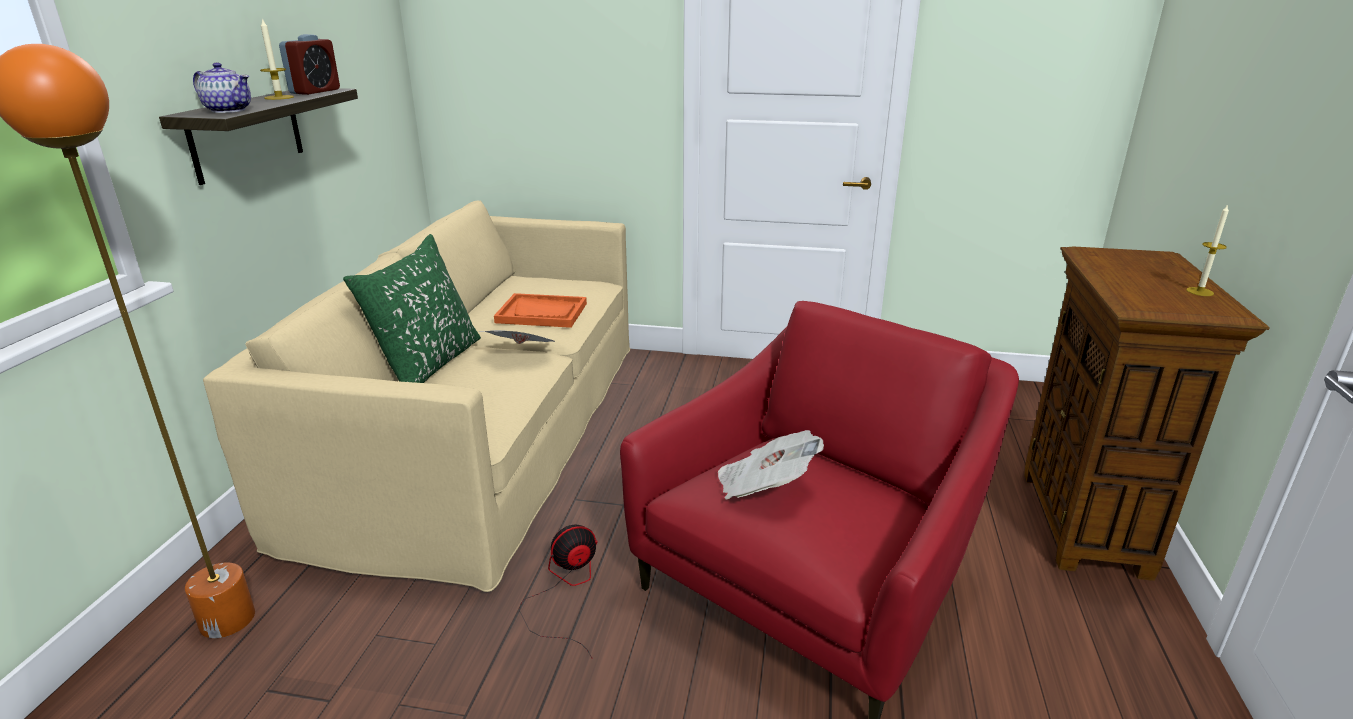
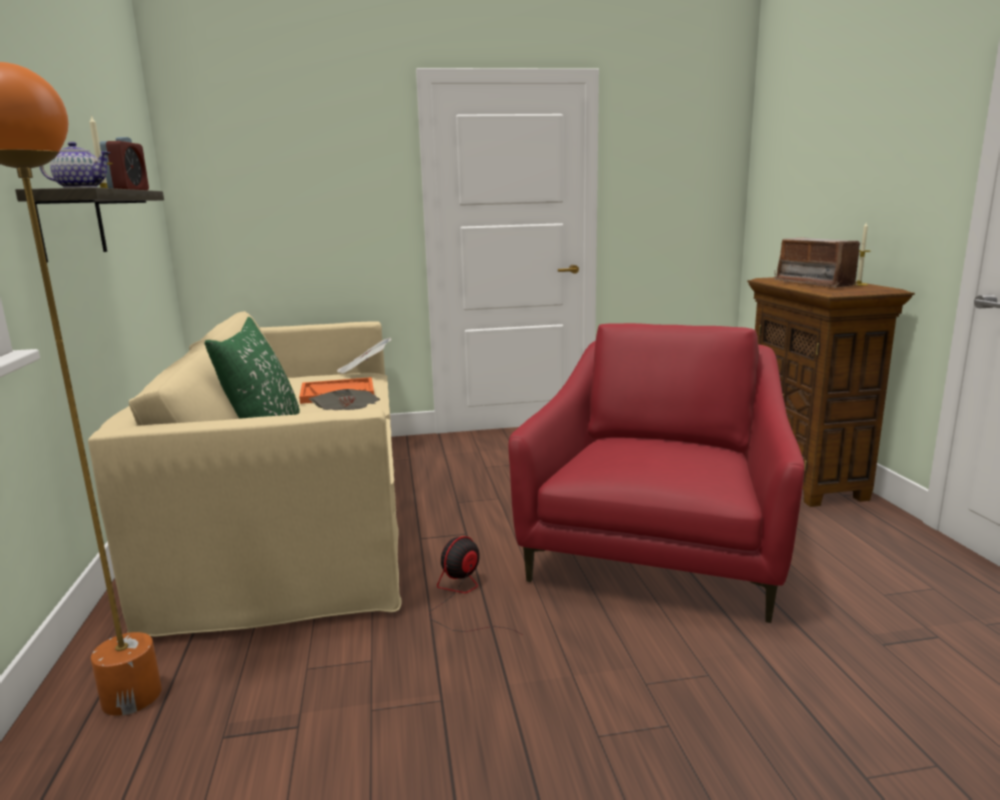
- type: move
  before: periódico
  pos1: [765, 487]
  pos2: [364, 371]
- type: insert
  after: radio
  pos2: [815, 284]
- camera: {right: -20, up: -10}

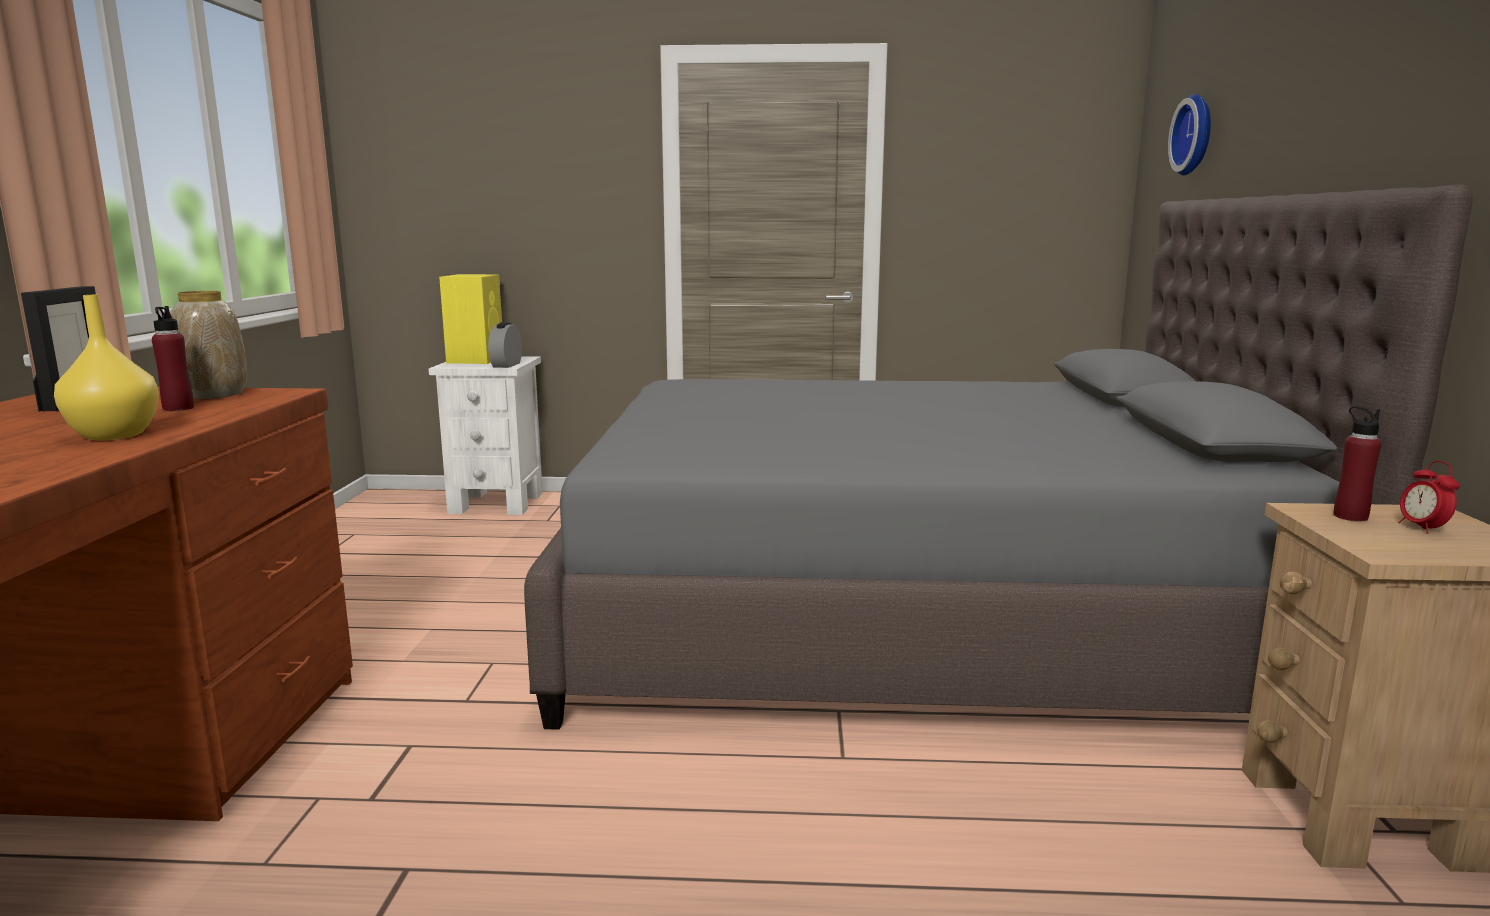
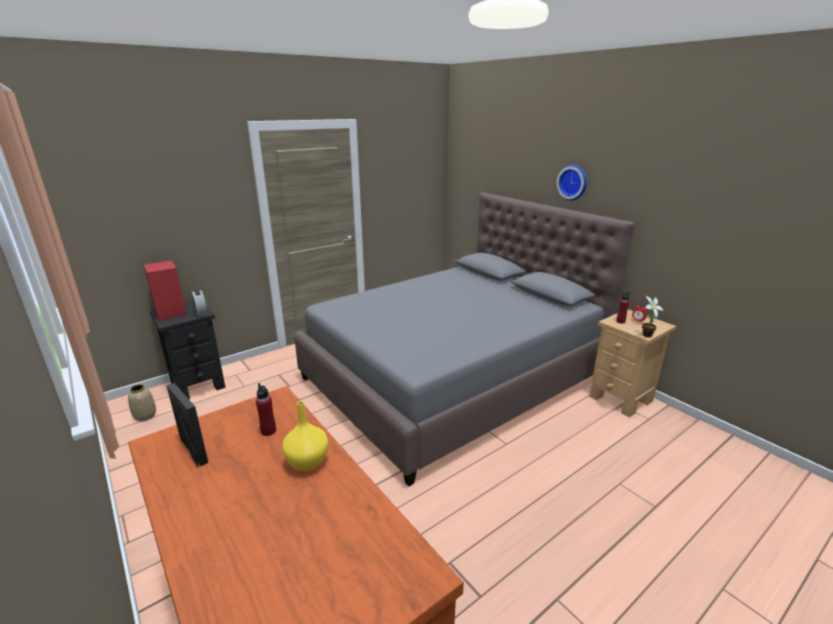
- type: move
  before: florero
  pos1: [215, 394]
  pos2: [145, 416]
- type: recolor
  before: mesita de noche [blanco]
  after: mesita de noche [negro]
  pos1: [497, 503]
  pos2: [199, 385]
- type: recolor
  before: altavoz [amarillo]
  after: altavoz [rojo]
  pos1: [476, 360]
  pos2: [170, 312]
- type: move
  before: reloj de pared
  pos1: [1196, 135]
  pos2: [573, 182]
- type: insert
  after: planta en maceta
  pos2: [645, 335]
- camera: {right: -40, up: 10}

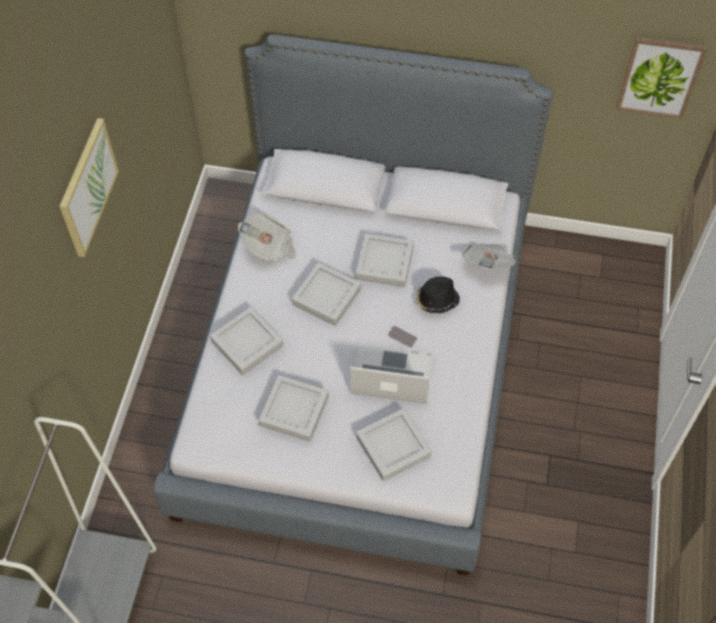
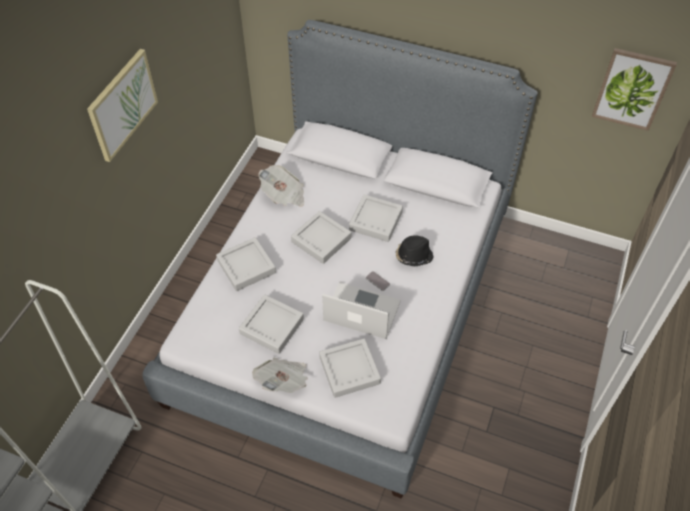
- type: move
  before: periódico
  pos1: [488, 263]
  pos2: [283, 381]
- camera: {right: 10, up: -5}

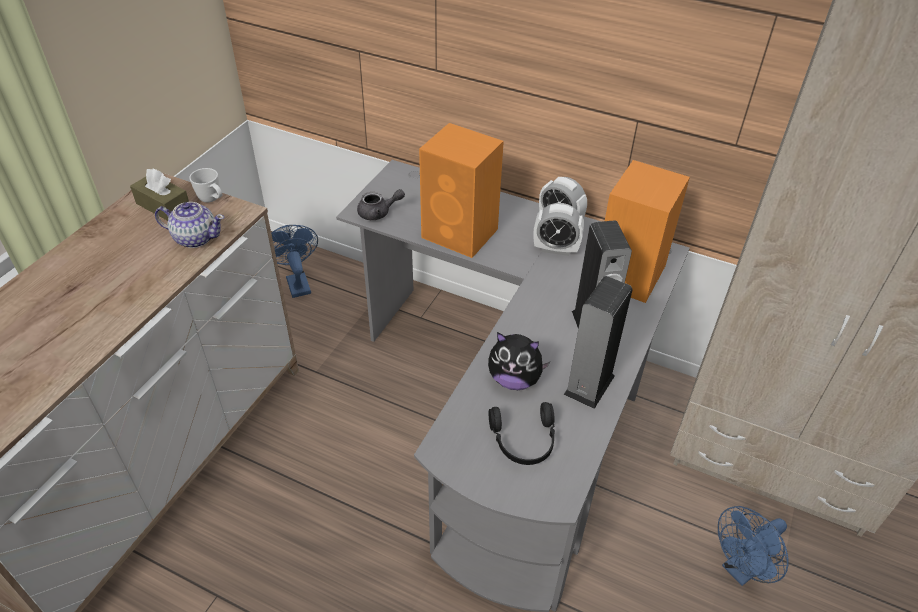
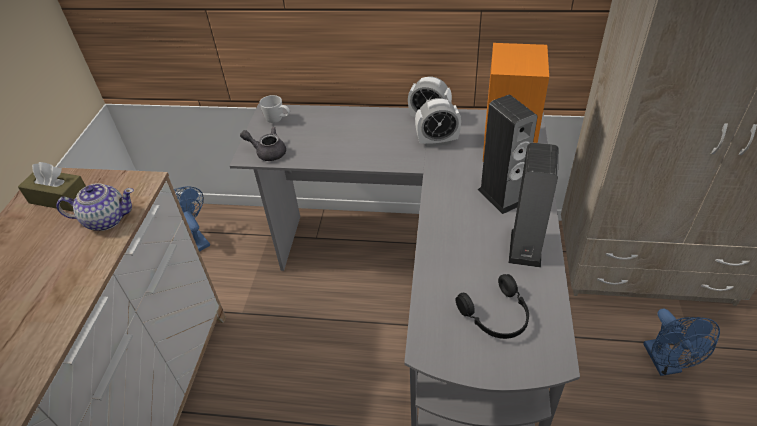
- type: move
  before: taza grande [blanco]
  pos1: [212, 200]
  pos2: [278, 120]
- type: rotate
  before: tetera [gris]
  pos1: [378, 213]
  pos2: [267, 152]
  turn: -135
- type: delete
  before: altavoz [naranja]
  pos1: [461, 234]
- type: delete
  before: peluche
  pos1: [514, 379]
- type: rotate
  before: ventilador [azul]
  pos1: [741, 569]
  pos2: [665, 364]
  turn: -45
- camera: {right: -15, up: 0}

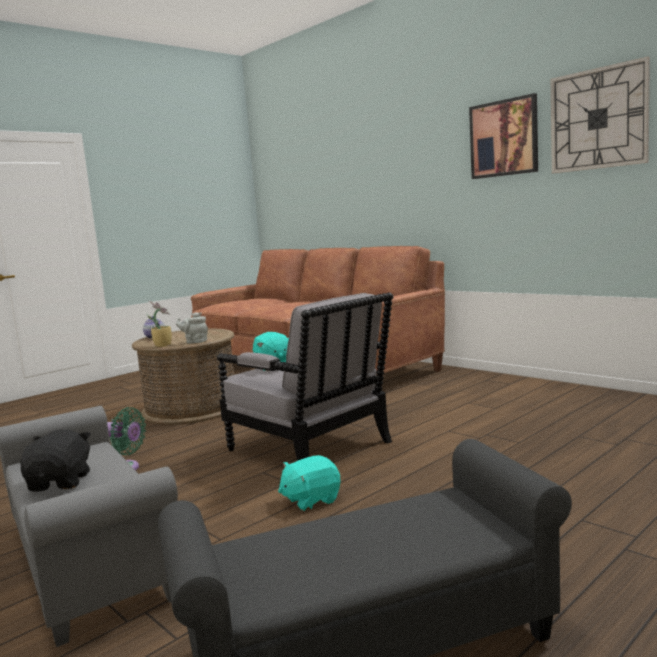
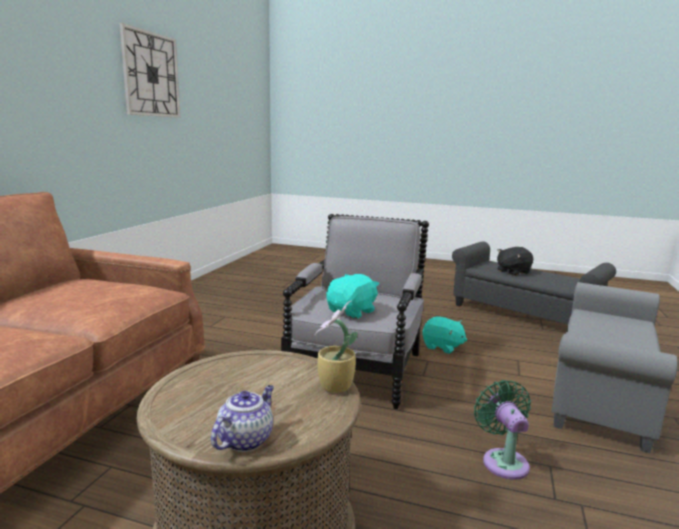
- type: move
  before: peluche [negro]
  pos1: [61, 482]
  pos2: [512, 272]
- type: delete
  before: tetera [gris]
  pos1: [195, 342]
- type: delete
  before: cuadro
  pos1: [504, 138]
- camera: {right: -120, up: 5}

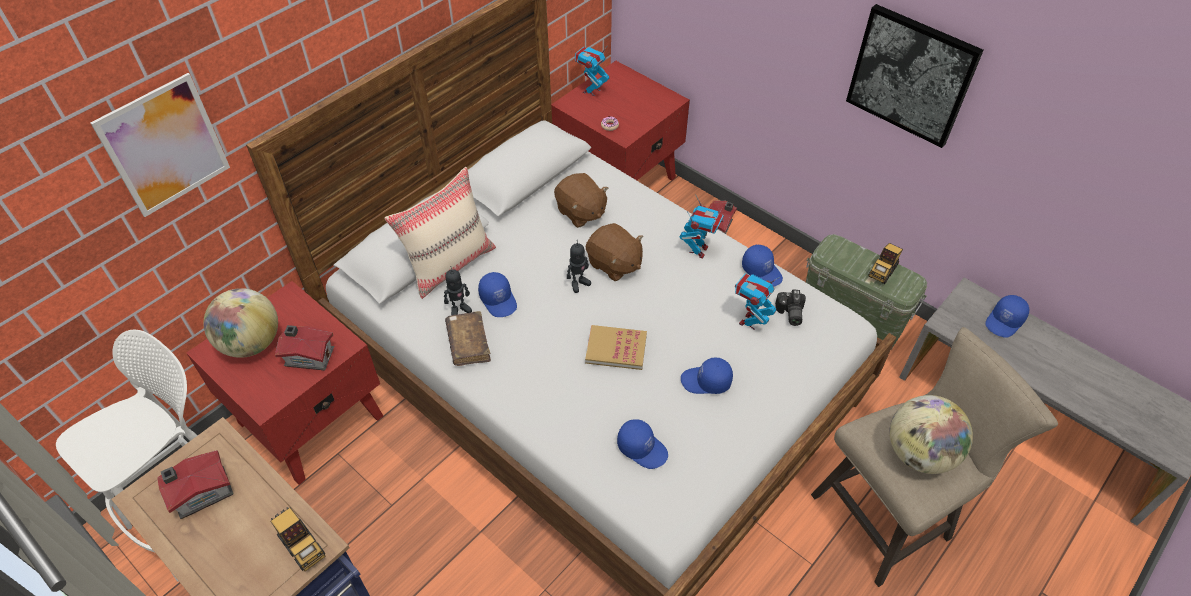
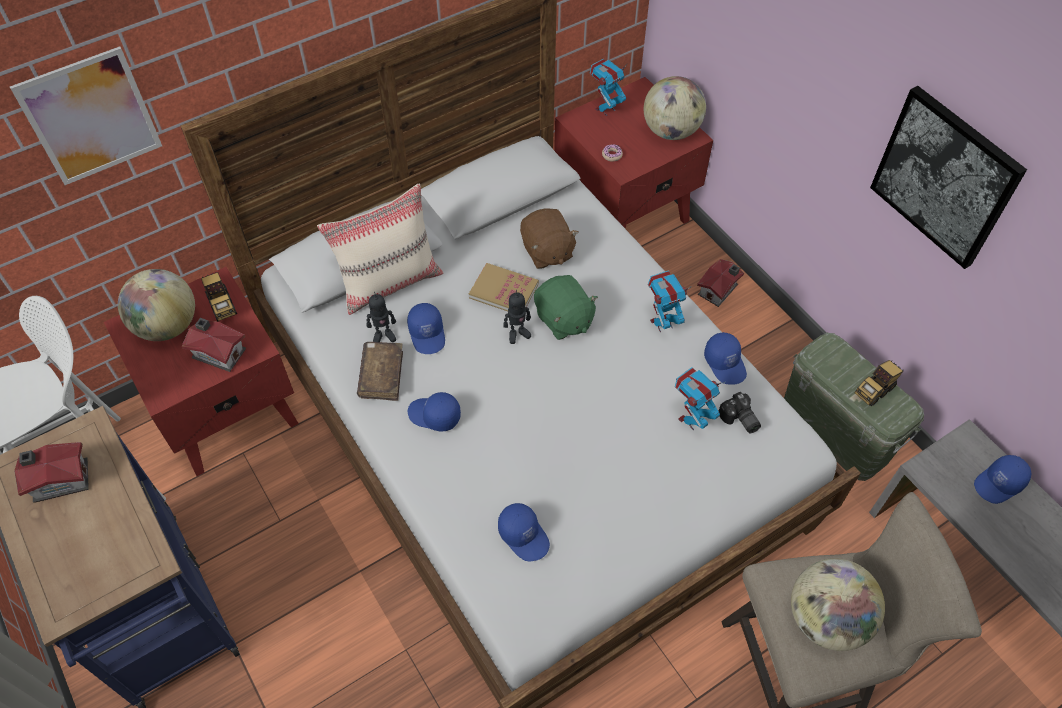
- type: move
  before: camión de juguete
  pos1: [302, 546]
  pos2: [222, 305]
- type: move
  before: libro
  pos1: [616, 349]
  pos2: [504, 291]
- type: recolor
  before: peluche [marrón]
  after: peluche [verde]
  pos1: [614, 264]
  pos2: [563, 319]
- type: rotate
  before: robot de juguete
  pos1: [698, 250]
  pos2: [662, 323]
  turn: -150
- type: move
  before: gorra [azul]
  pos1: [706, 382]
  pos2: [434, 416]
- type: rotate
  before: cámara
  pos1: [789, 313]
  pos2: [739, 420]
  turn: -45
- type: insert
  after: globo terráqueo
  pos2: [671, 131]
- camera: {right: 15, up: 5}

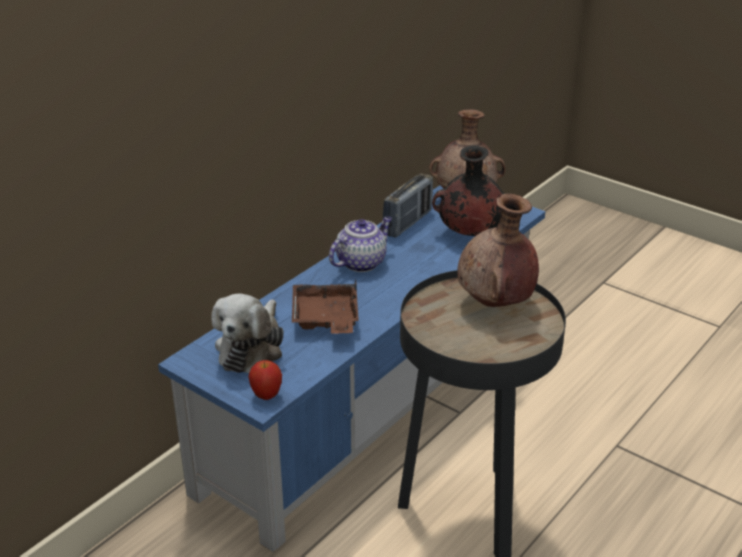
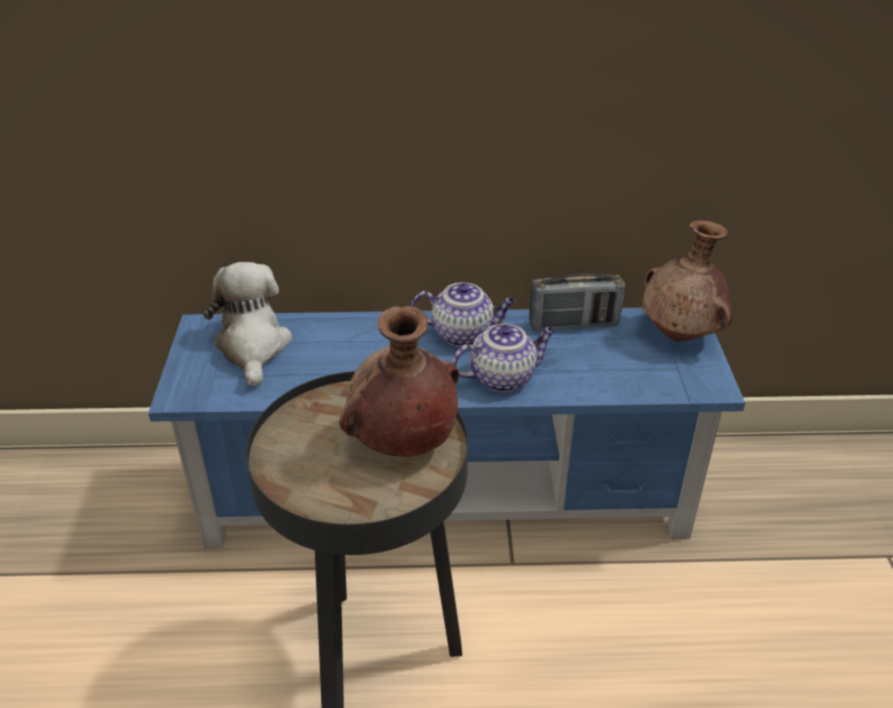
- type: rotate
  before: peluche
  pos1: [251, 348]
  pos2: [253, 347]
  turn: 105
- type: delete
  before: manzana
  pos1: [266, 395]
- type: delete
  before: bandeja [marrón]
  pos1: [326, 319]
- type: delete
  before: florero [negro]
  pos1: [469, 234]
- type: insert
  after: tetera
  pos2: [503, 377]
- camera: {right: 50, up: 5}

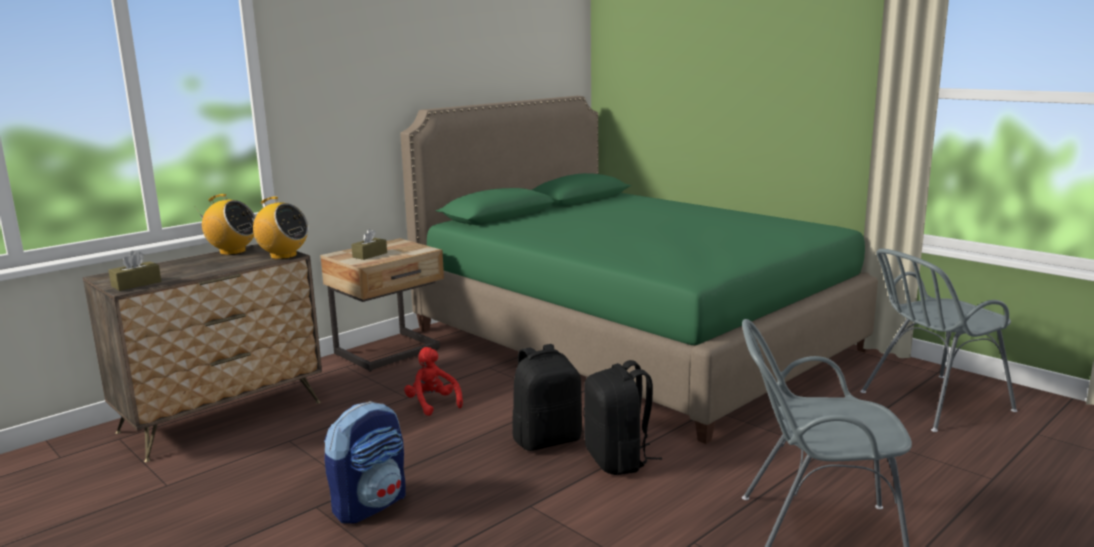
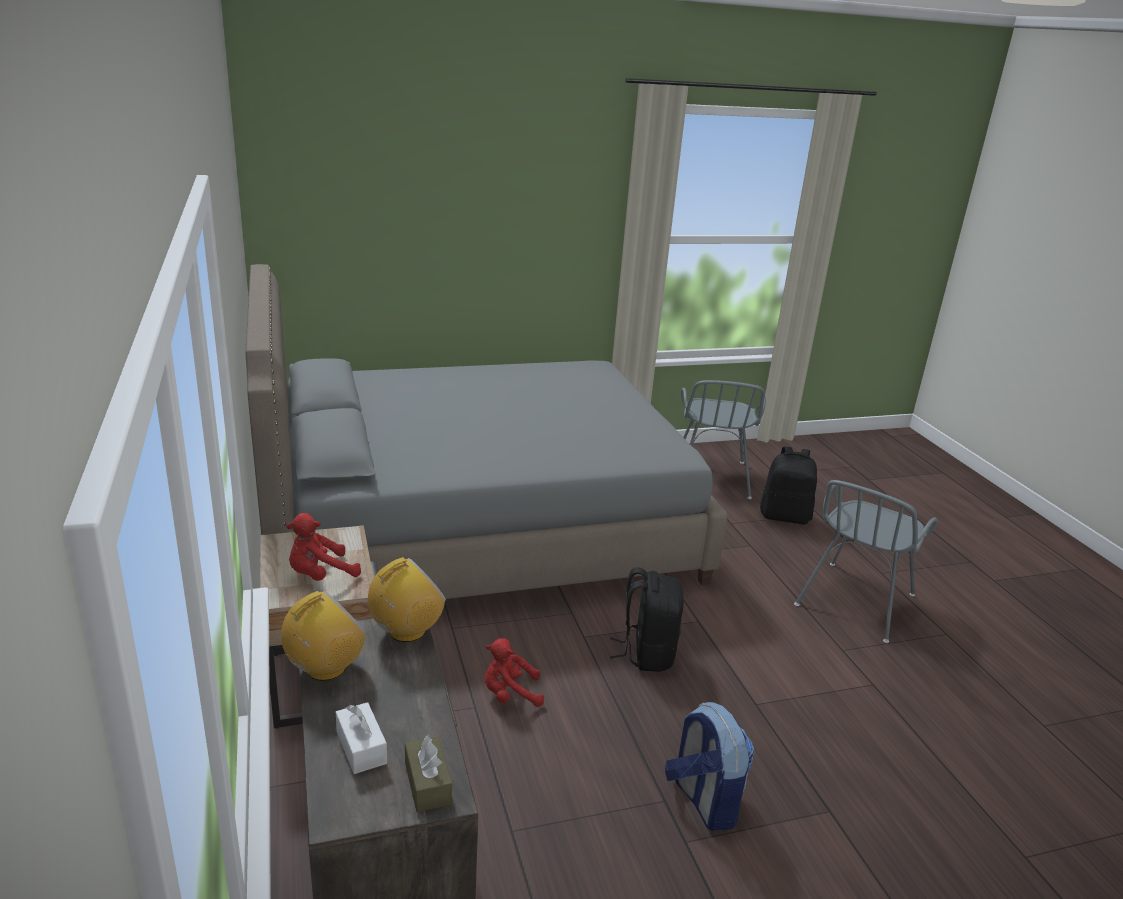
- type: replace
  before: caja de pañuelos [marrón]
  after: peluche [rojo]
  pos1: [370, 255]
  pos2: [320, 575]
- type: recolor
  before: cama [verde]
  after: cama [gris]
  pos1: [632, 340]
  pos2: [476, 528]
- type: move
  before: mochila [negro]
  pos1: [618, 460]
  pos2: [785, 516]
- type: insert
  after: caja de pañuelos [blanco]
  pos2: [361, 747]
- camera: {right: -65, up: 10}

